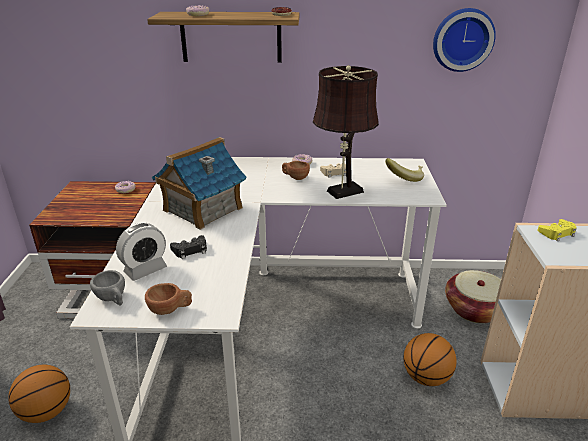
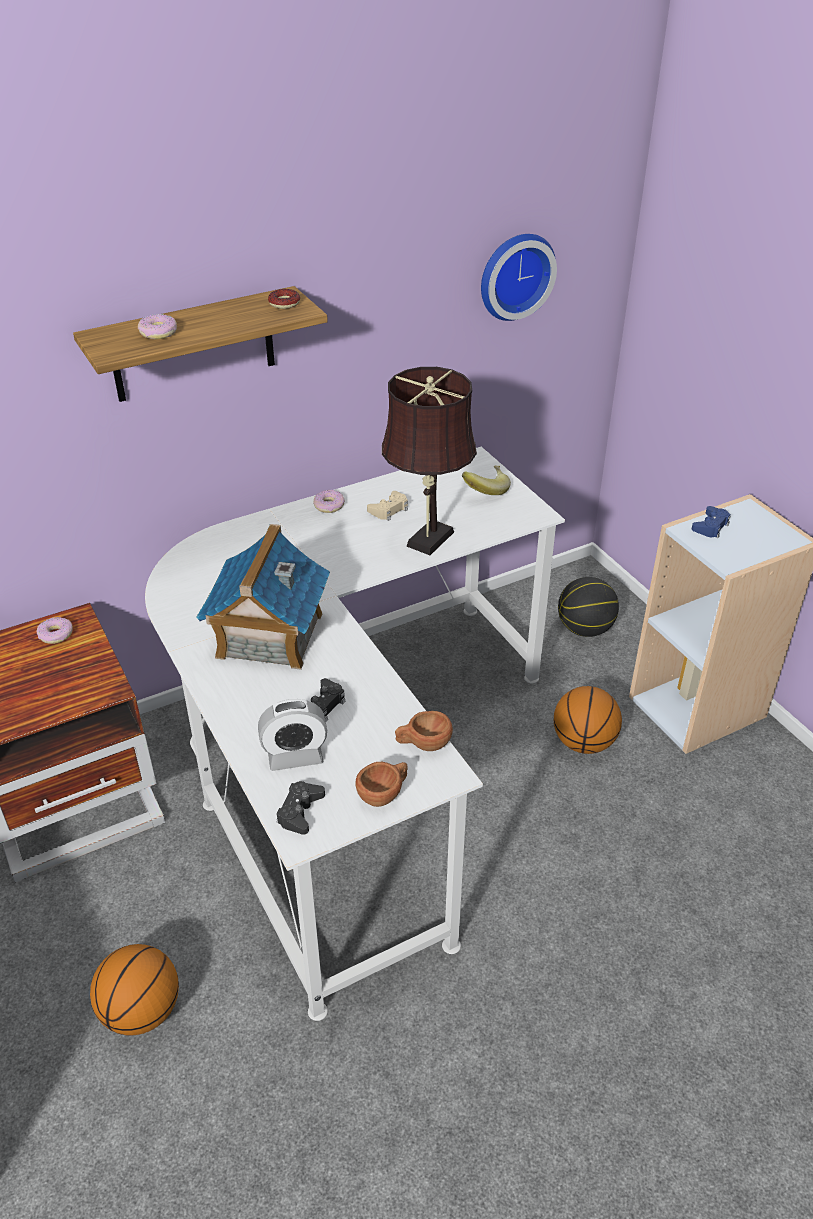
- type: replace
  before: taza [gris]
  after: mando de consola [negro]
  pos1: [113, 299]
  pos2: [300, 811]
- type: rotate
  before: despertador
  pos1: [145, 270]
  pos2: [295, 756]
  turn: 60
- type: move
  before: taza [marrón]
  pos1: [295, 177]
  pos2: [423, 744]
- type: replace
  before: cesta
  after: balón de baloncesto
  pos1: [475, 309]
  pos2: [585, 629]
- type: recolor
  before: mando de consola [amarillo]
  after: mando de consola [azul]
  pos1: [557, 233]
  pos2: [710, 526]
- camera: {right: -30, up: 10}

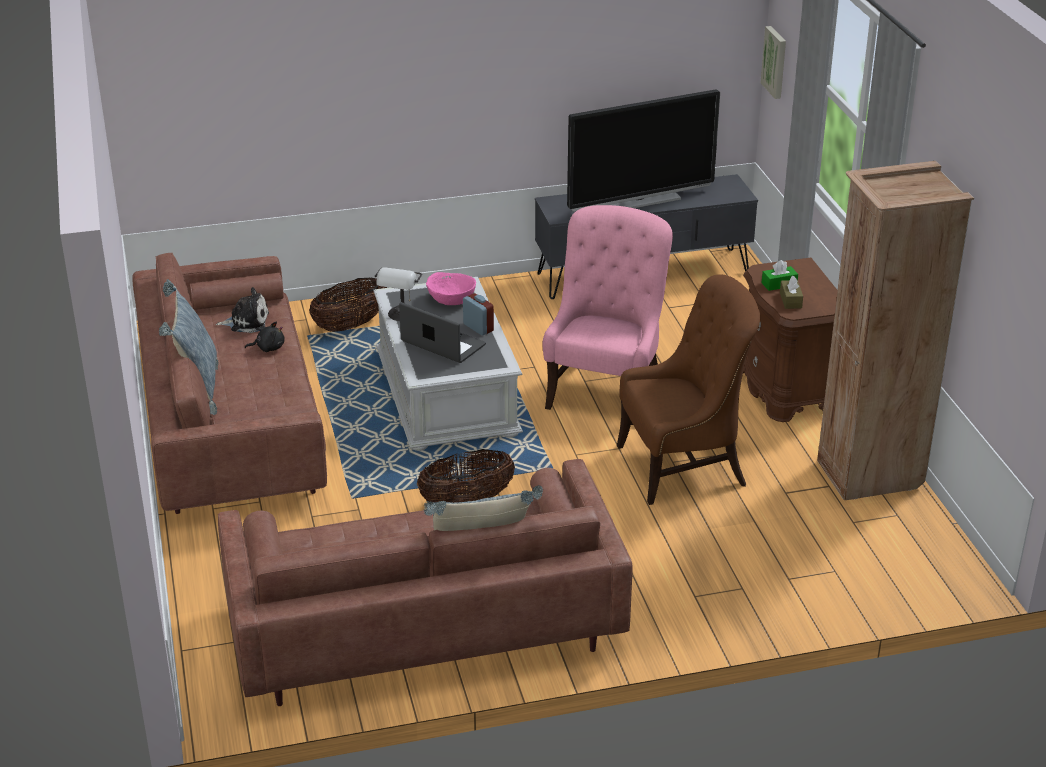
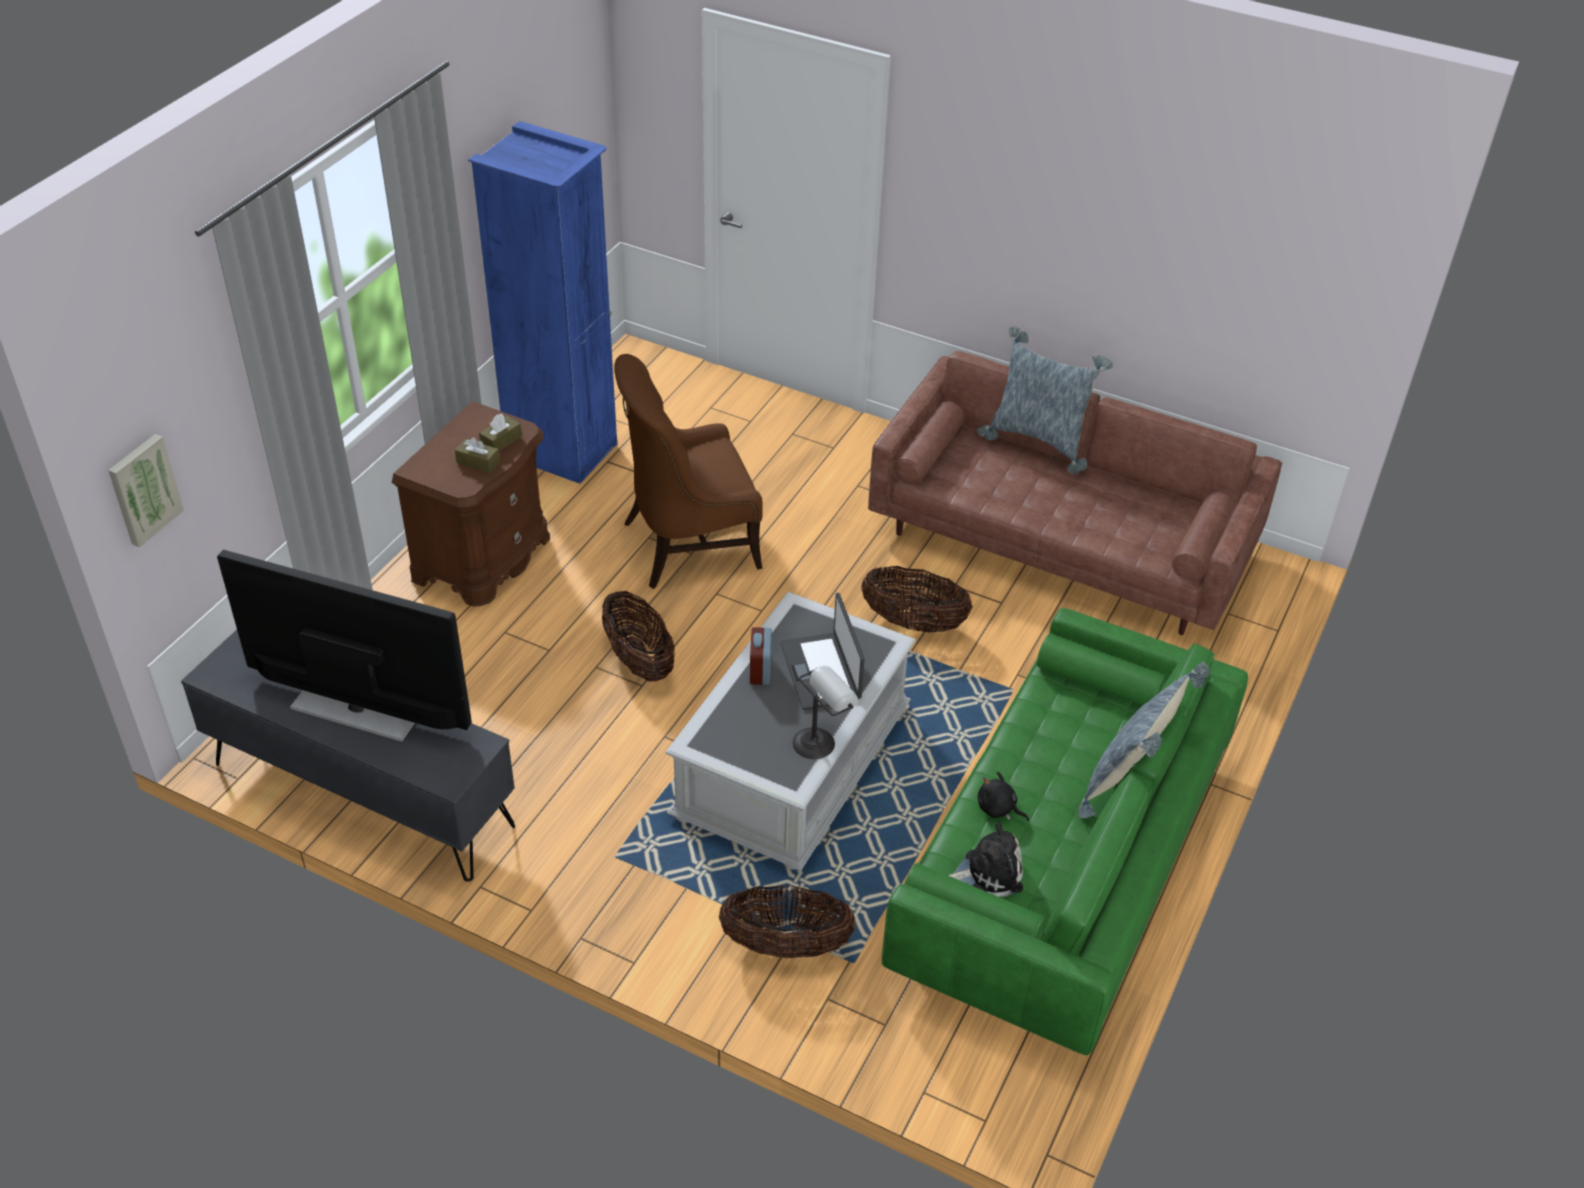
- type: recolor
  before: sofá [marrón]
  after: sofá [verde]
  pos1: [230, 424]
  pos2: [1060, 866]
- type: rotate
  before: peluche
  pos1: [247, 322]
  pos2: [989, 872]
  turn: 135
- type: delete
  before: cuenco [rosa]
  pos1: [451, 299]
- type: replace
  before: sillón [rosa]
  after: cesta
  pos1: [606, 390]
  pos2: [639, 660]
- type: rotate
  before: sillón [marrón]
  pos1: [683, 466]
  pos2: [689, 544]
  turn: -45
- type: recolor
  before: caja de pañuelos [verde]
  after: caja de pañuelos [marrón]
  pos1: [779, 284]
  pos2: [478, 462]
- type: recolor
  before: armario [marrón]
  after: armario [azul]
  pos1: [869, 475]
  pos2: [563, 450]
- camera: {right: -140, up: 10}

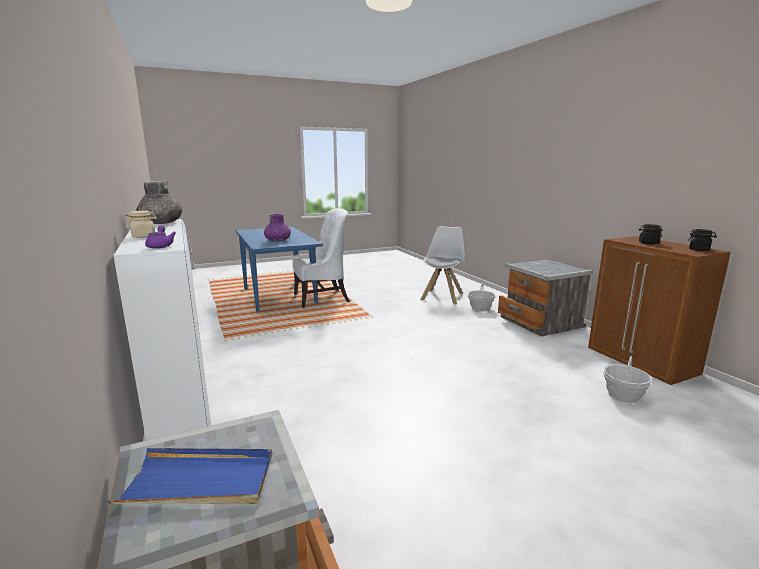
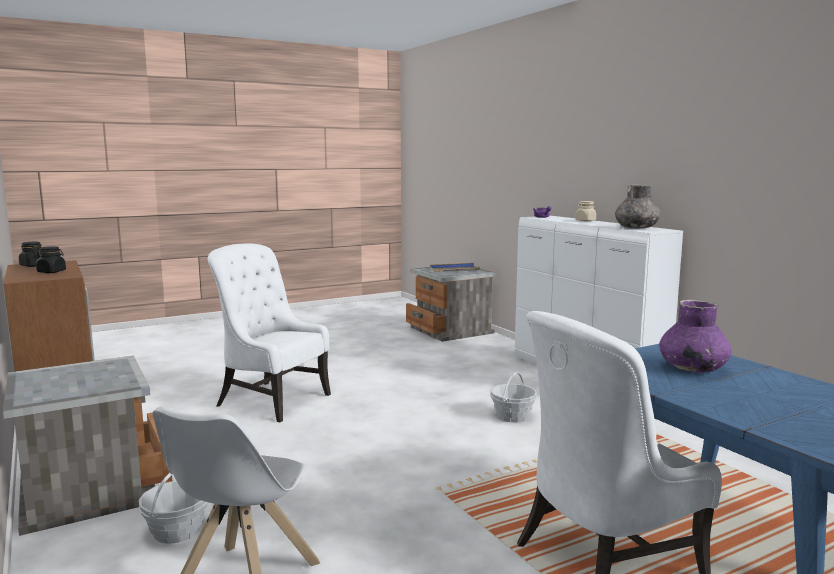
- type: move
  before: cesta
  pos1: [623, 395]
  pos2: [512, 416]
- type: insert
  after: silla [blanco]
  pos2: [272, 400]
- camera: {right: 175, up: -5}

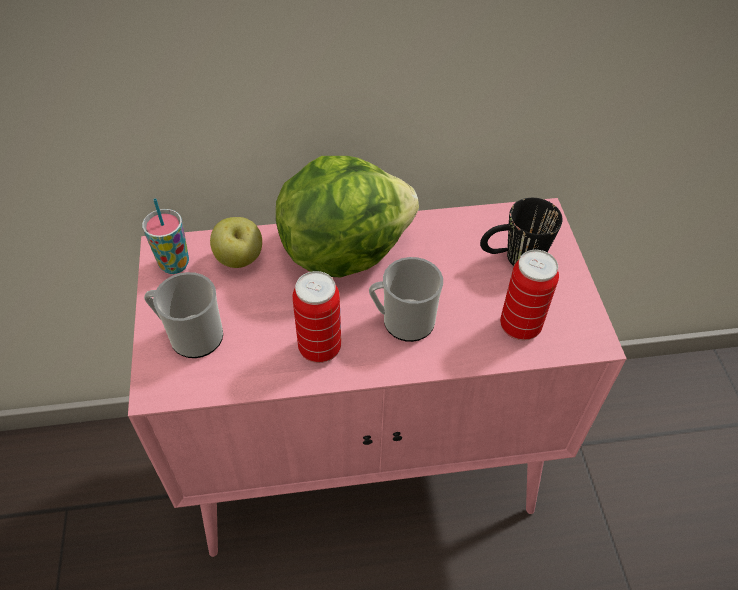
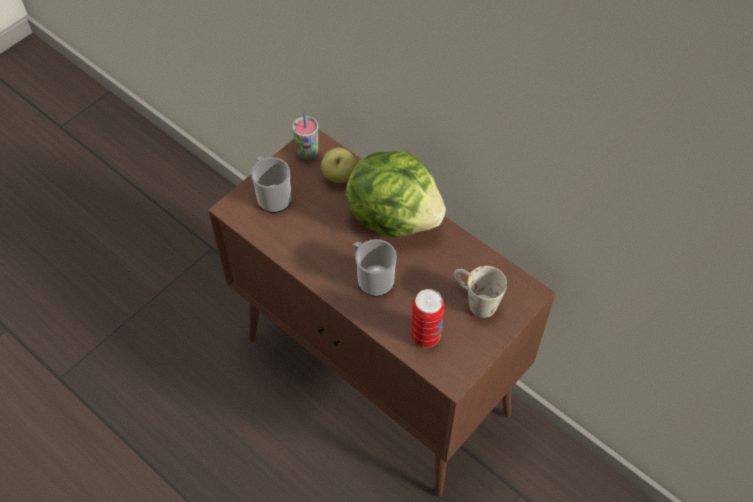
- type: recolor
  before: armario [rosa]
  after: armario [marrón]
  pos1: [369, 467]
  pos2: [379, 377]
- type: delete
  before: lata
  pos1: [319, 348]
- type: recolor
  before: taza grande [negro]
  after: taza grande [blanco]
  pos1: [512, 259]
  pos2: [474, 300]
- camera: {right: 50, up: 5}

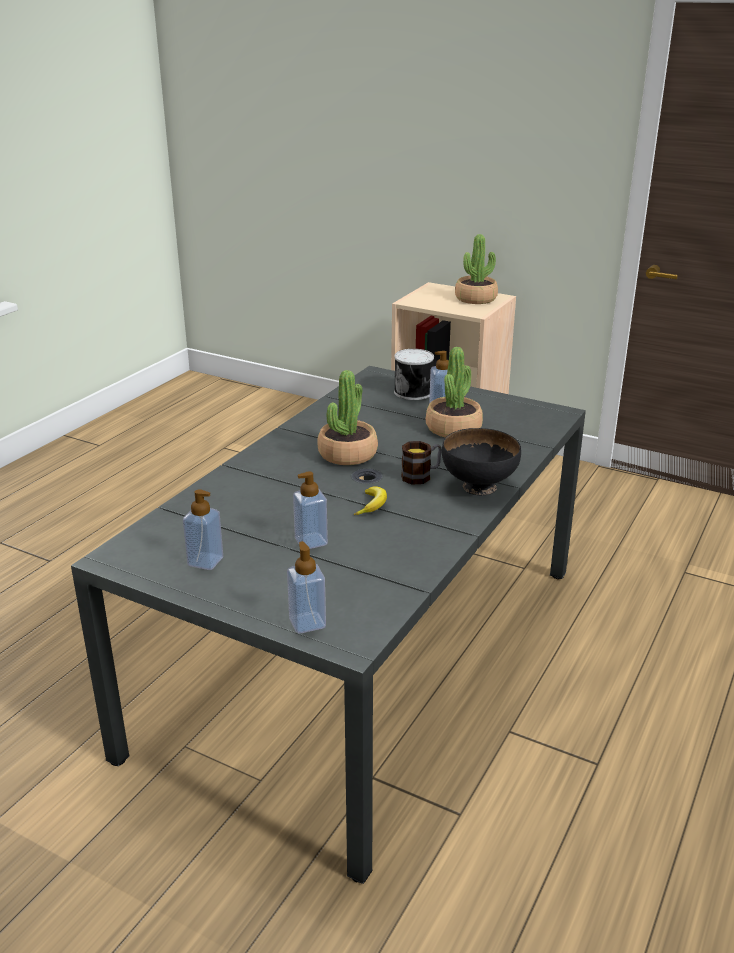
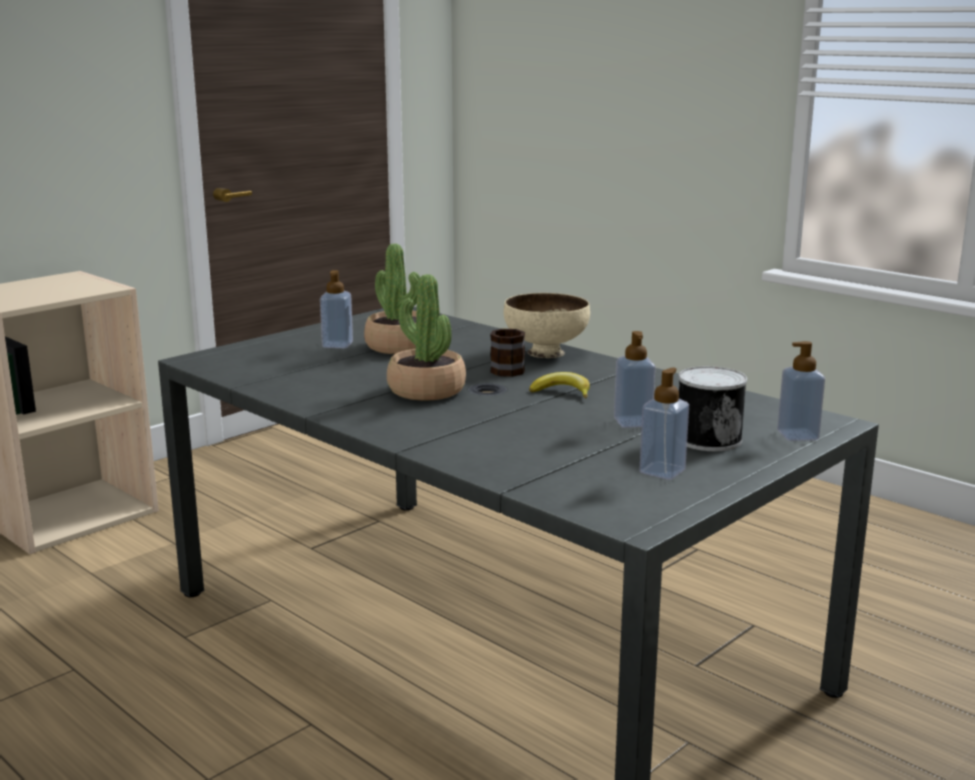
- type: move
  before: lata
  pos1: [414, 392]
  pos2: [707, 438]
- type: recolor
  before: cuenco [negro]
  after: cuenco [beis]
  pos1: [478, 487]
  pos2: [545, 353]
- type: delete
  before: planta en maceta
  pos1: [475, 299]
- camera: {right: -75, up: -10}

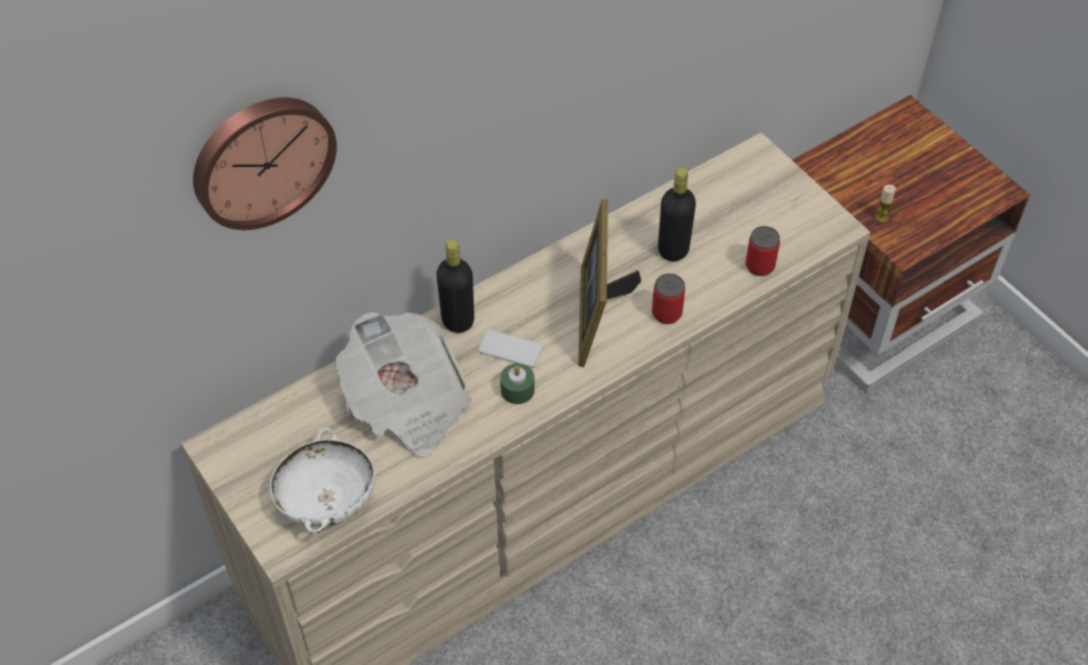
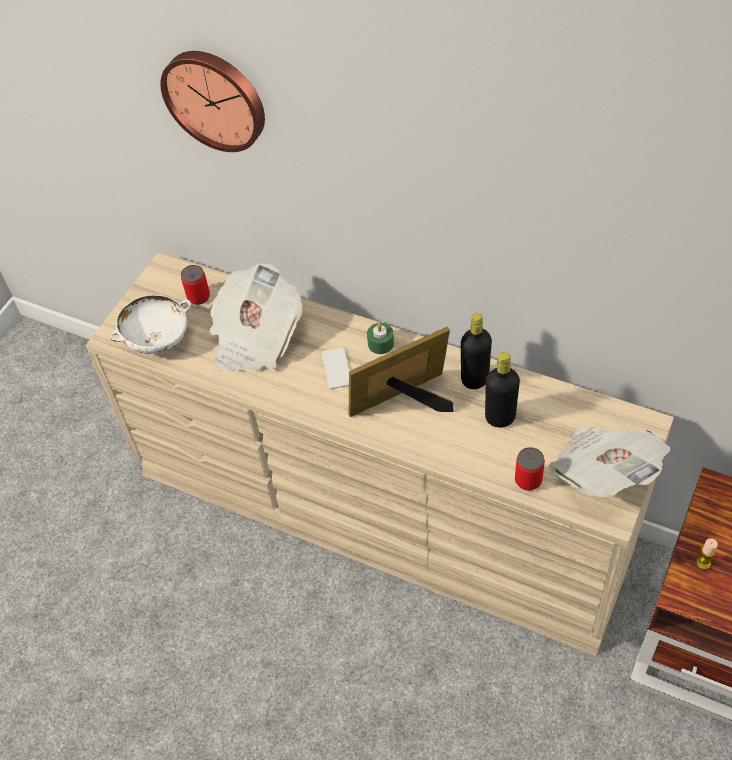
- type: move
  before: botella [negro]
  pos1: [458, 320]
  pos2: [474, 379]
- type: move
  before: vela [verde]
  pos1: [517, 390]
  pos2: [380, 343]
- type: move
  before: lata
  pos1: [666, 313]
  pos2: [198, 296]
- type: insert
  after: periódico
  pos2: [604, 472]
- camera: {right: 65, up: 0}

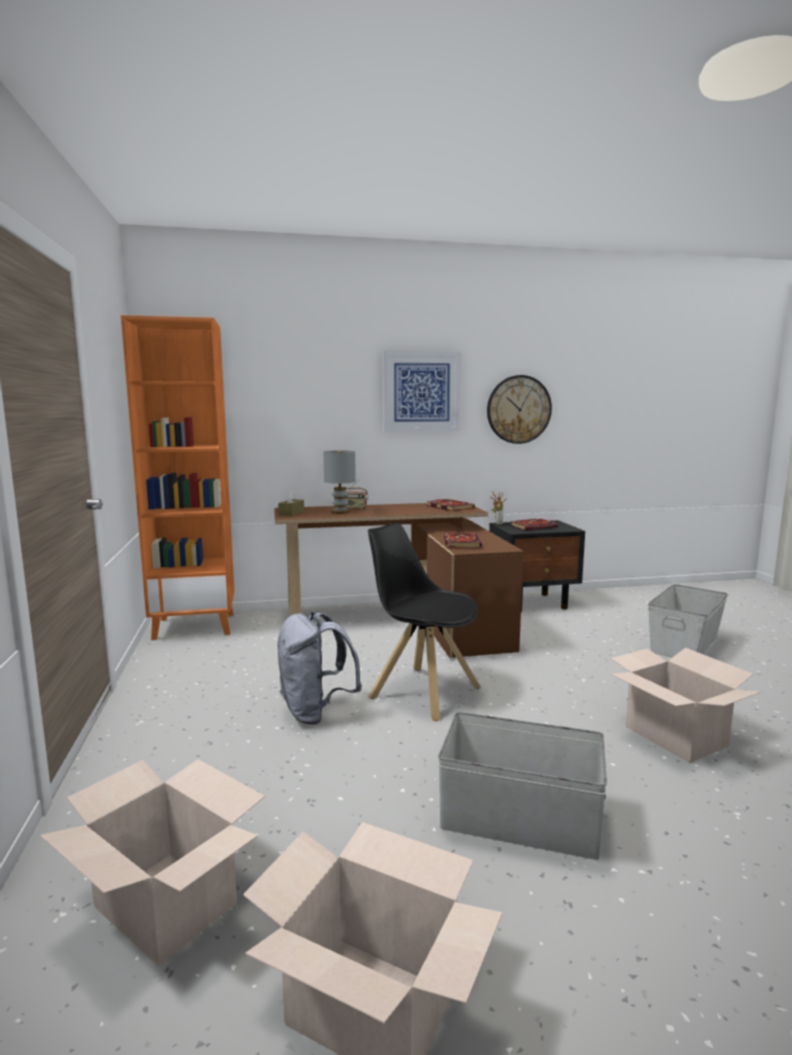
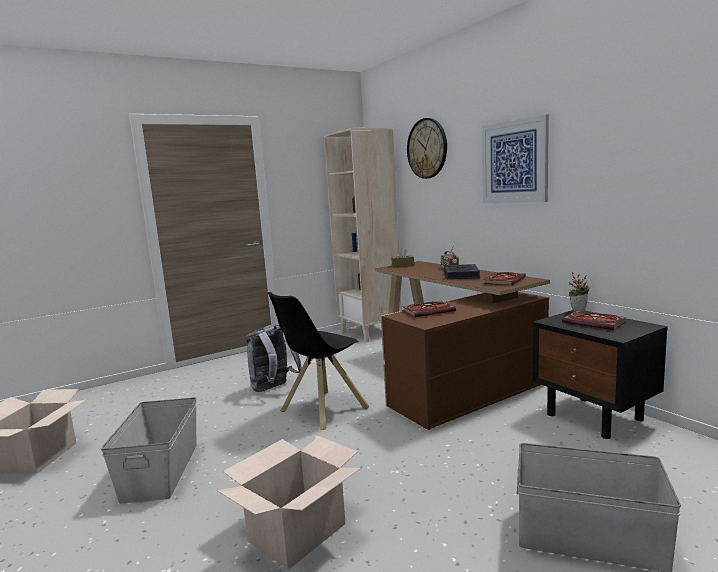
- type: delete
  before: caja de cartón
  pos1: [164, 906]
- type: recolor
  before: estantería [naranja]
  after: estantería [beis]
  pos1: [195, 626]
  pos2: [370, 332]
- type: delete
  before: lámpara de mesa [gris]
  pos1: [340, 512]
- type: rotate
  before: silla [negro]
  pos1: [422, 691]
  pos2: [322, 410]
  turn: -150
- type: move
  before: reloj de pared
  pos1: [518, 409]
  pos2: [427, 148]
- type: insert
  after: libro
  pos2: [461, 275]
- camera: {right: 70, up: 0}

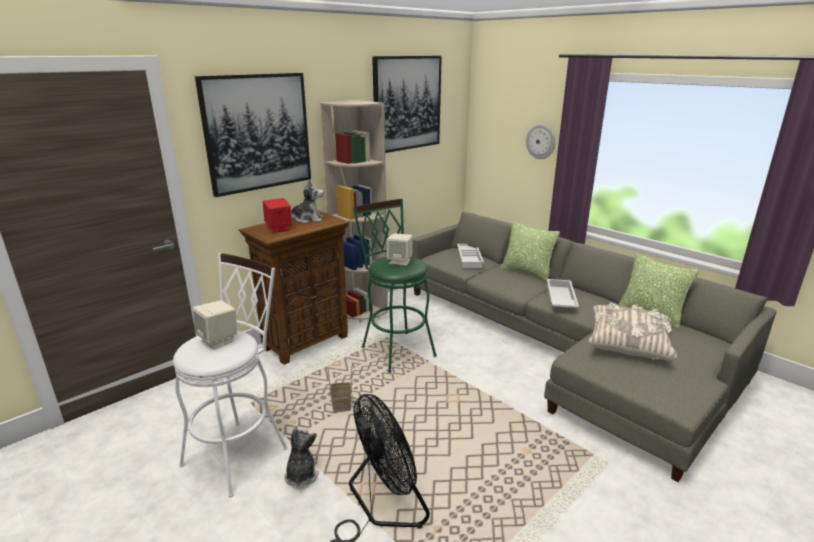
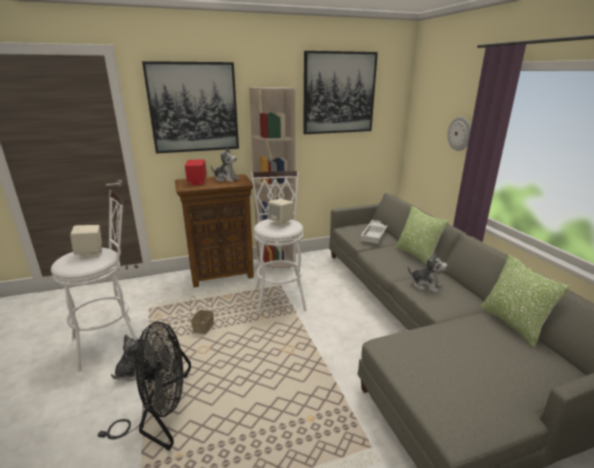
- type: recolor
  before: taburete [verde]
  after: taburete [blanco]
  pos1: [395, 348]
  pos2: [279, 295]
- type: replace
  before: bandeja [blanco]
  after: peluche
  pos1: [559, 298]
  pos2: [425, 285]
- type: delete
  before: cojín [beis]
  pos1: [628, 345]
- camera: {right: 25, up: 0}

